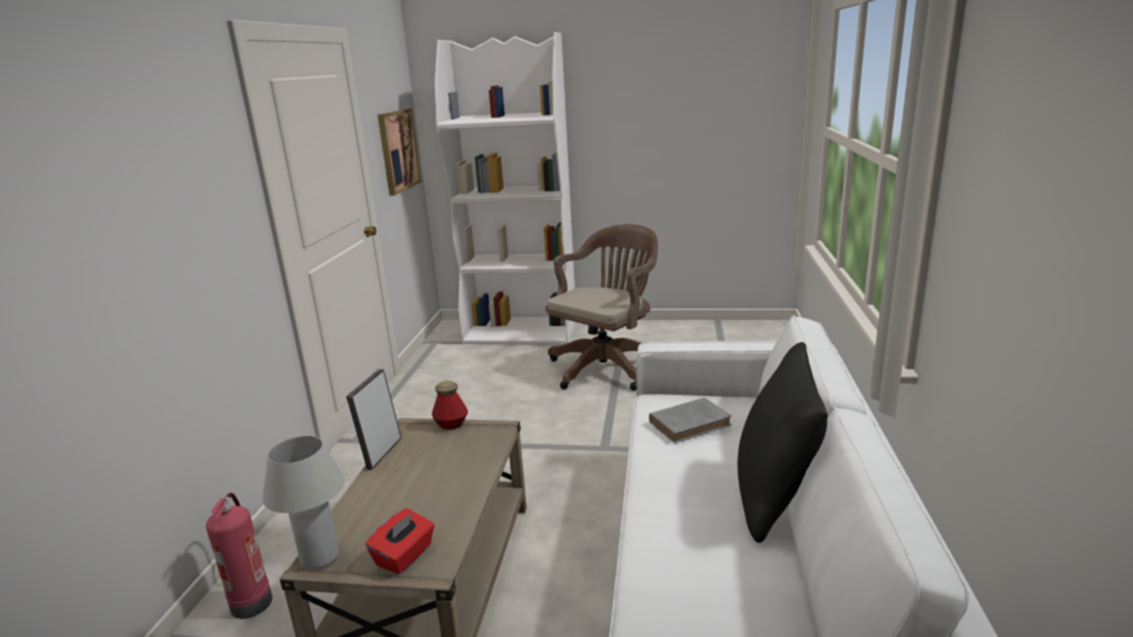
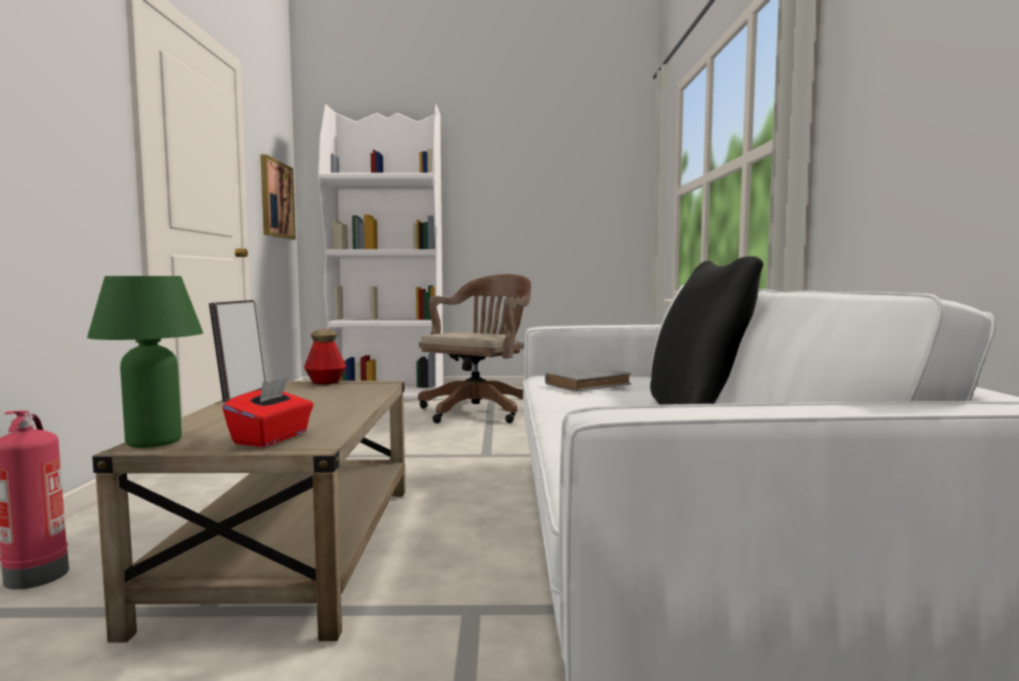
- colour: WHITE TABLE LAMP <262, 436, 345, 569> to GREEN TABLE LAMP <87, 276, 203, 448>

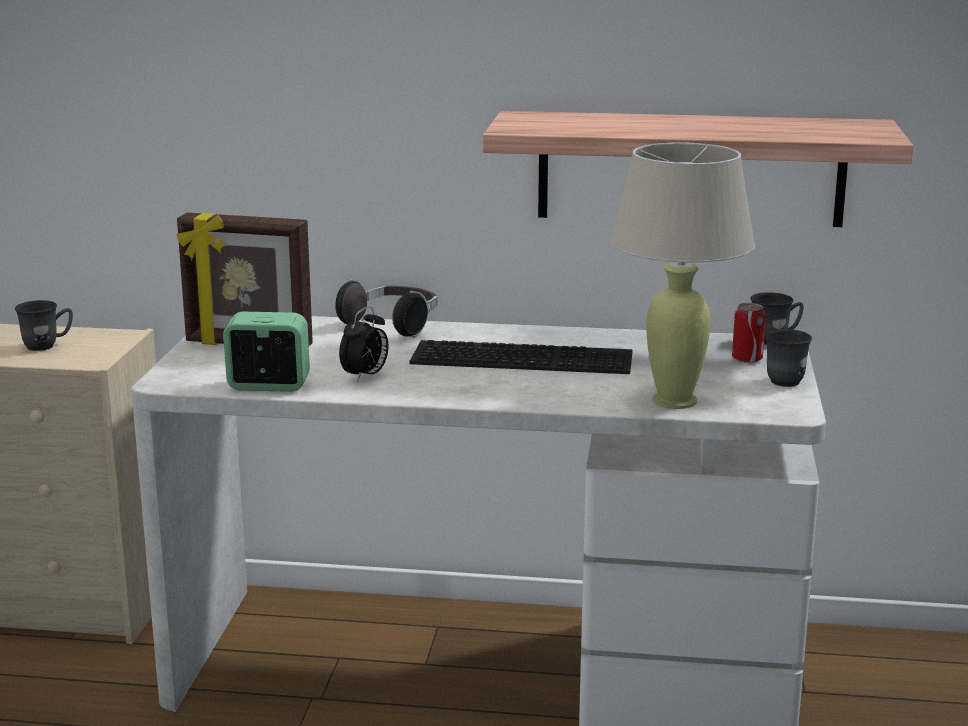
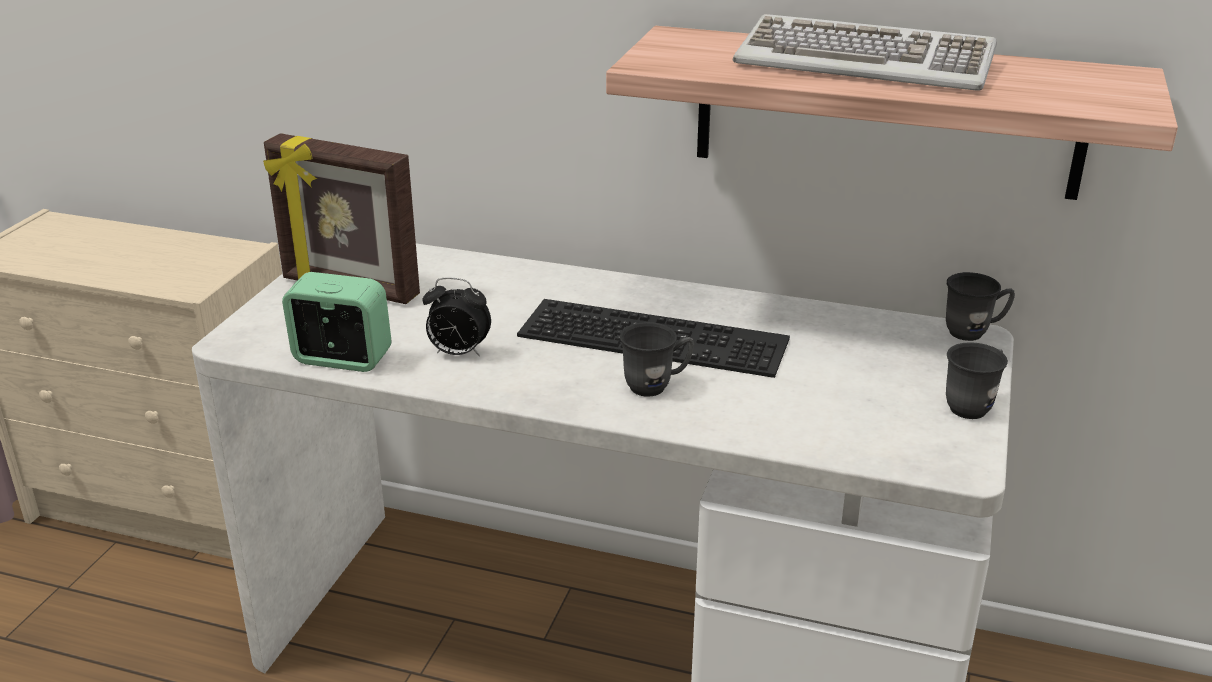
- missing: HEADPHONES <335, 279, 437, 338>
- missing: BEIGE TABLE LAMP <610, 142, 755, 409>
- missing: CAN <732, 303, 766, 363>
- appeared: KEYBOARD <732, 14, 997, 90>
- relocated: GREY MUG <15, 300, 73, 351> to <620, 322, 694, 397>
- spun: ALARM CLOCK <339, 307, 388, 382> = <423, 277, 491, 357> 60 degrees clockwise

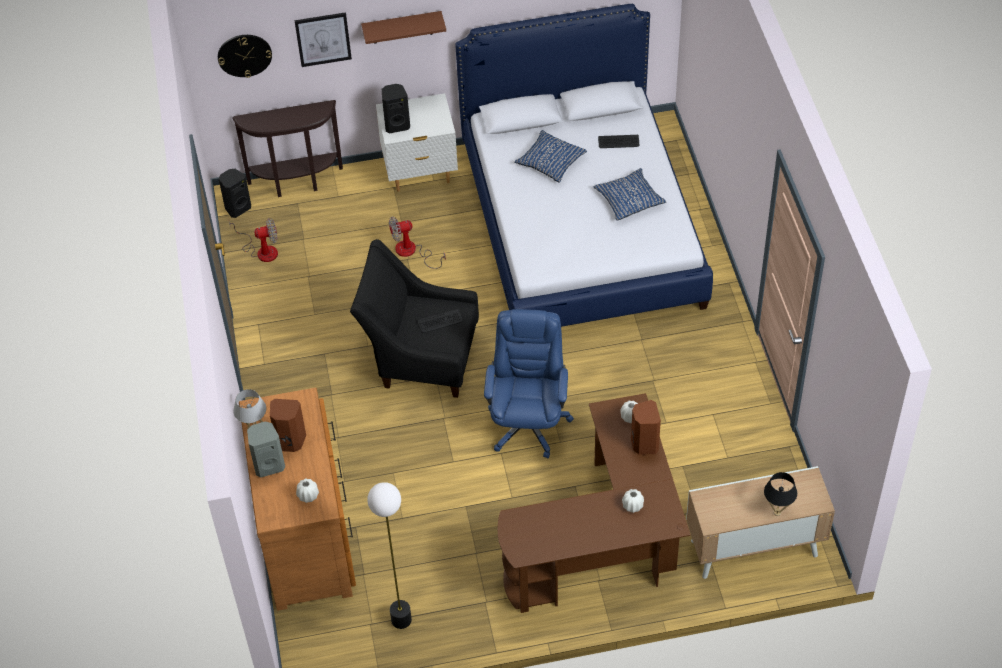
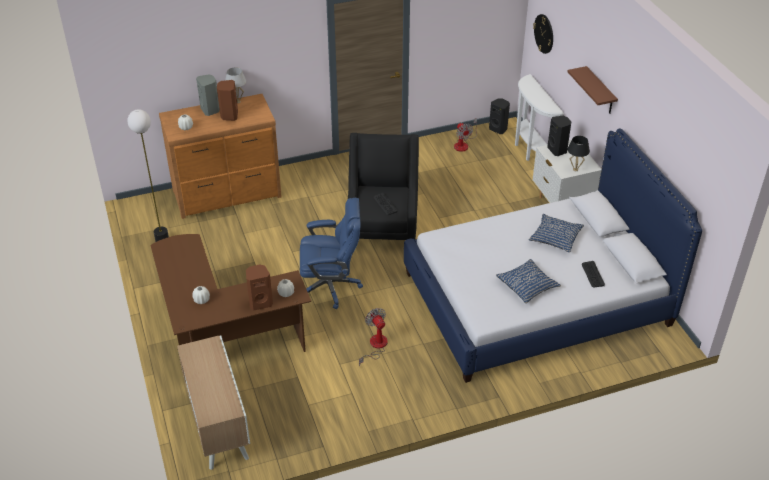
- missing: PICTURE <294, 12, 352, 67>
- relocated: FAN <389, 217, 446, 269> to <359, 308, 388, 366>
- relocated: BLACK TABLE LAMP <764, 472, 797, 516> to <568, 136, 590, 171>
- colour: BROWN CONSOLE TABLE <232, 100, 343, 197> to WHITE CONSOLE TABLE <515, 74, 564, 161>

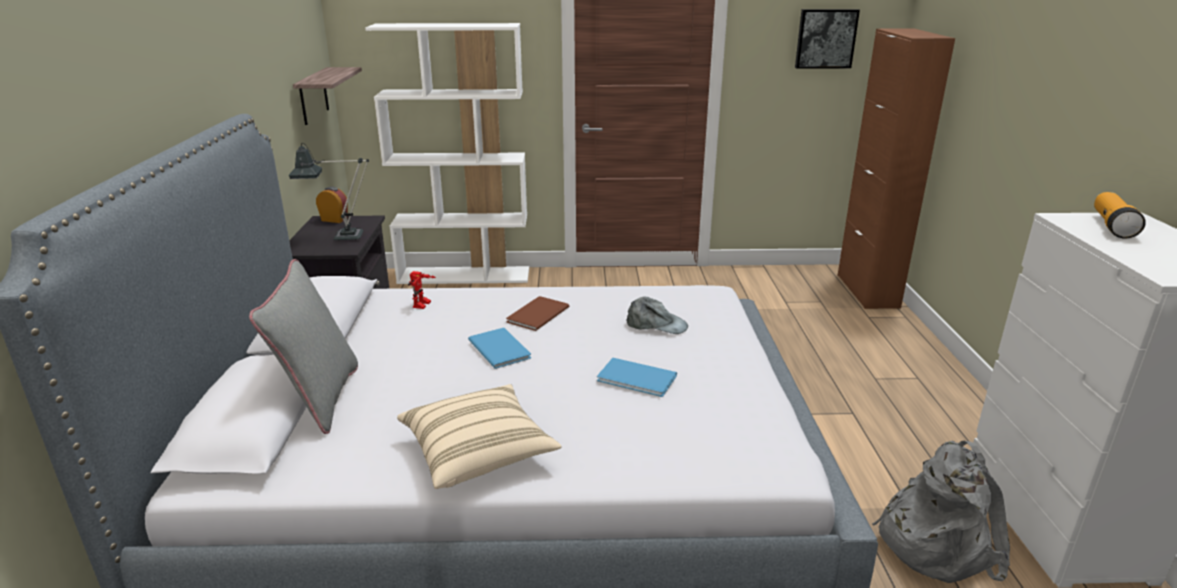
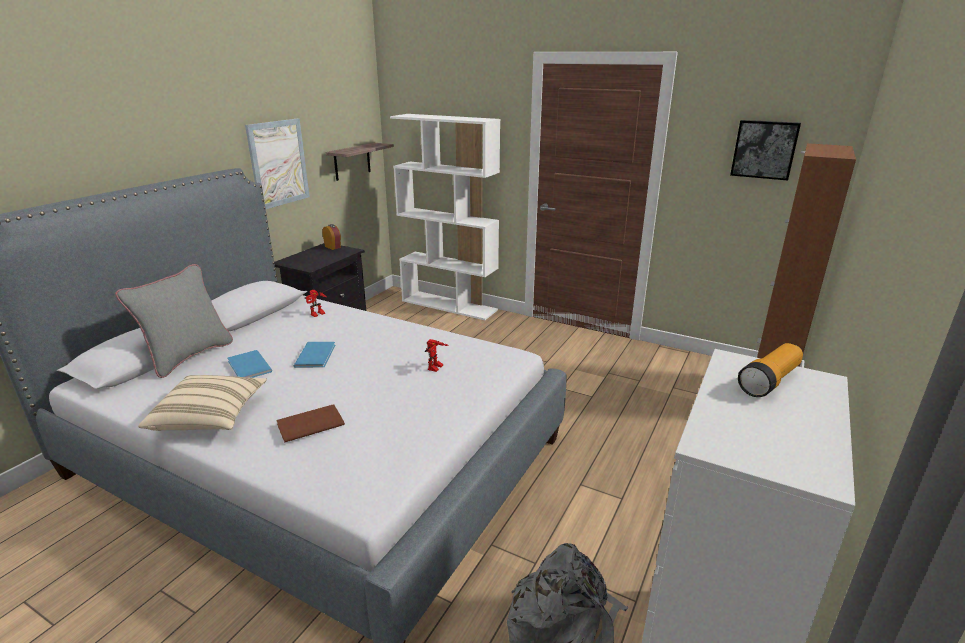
- missing: TABLE LAMP <289, 143, 369, 241>
- appeared: PICTURE <245, 118, 310, 209>
- relocated: BROWN BOOK <506, 296, 569, 331> to <277, 405, 345, 443>
- relocated: BLUE BOOK <597, 358, 677, 397> to <227, 350, 272, 378>
- exchanged: GREY CAP <626, 296, 688, 334> to TOY ROBOT <425, 339, 449, 372>

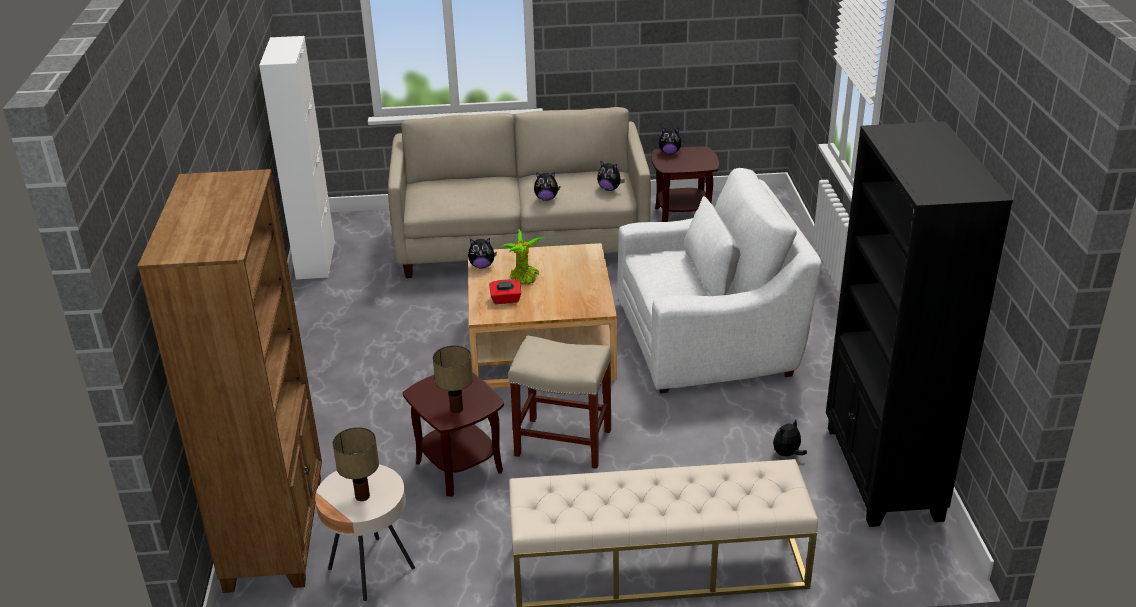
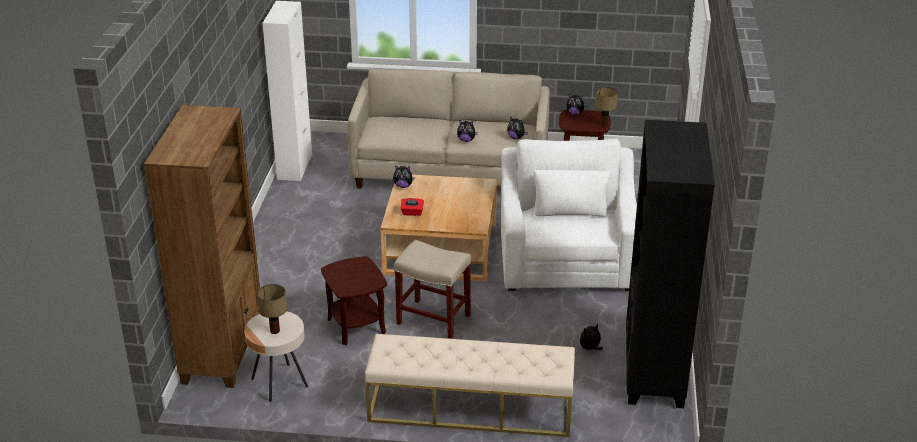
- missing: POTTED PLANT <500, 229, 543, 284>
- relocated: TABLE LAMP <433, 346, 473, 413> to <595, 87, 618, 127>
- spun: WHITE ARMCHAIR <617, 168, 822, 393> = <501, 139, 637, 291> 90 degrees counterclockwise

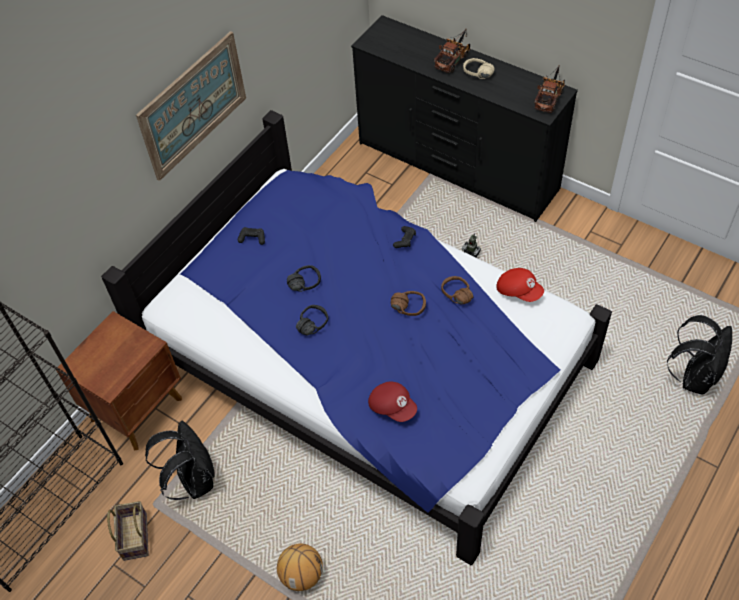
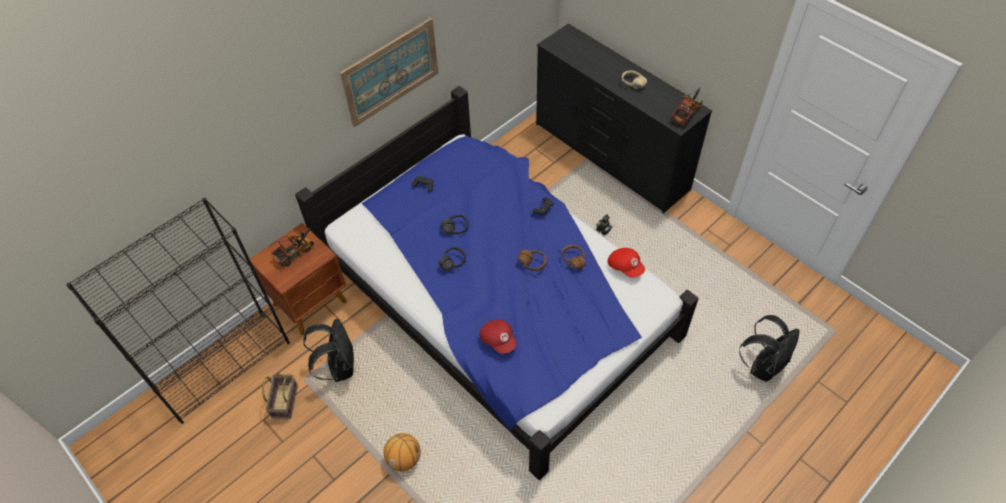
- relocated: TOY TRUCK <434, 29, 470, 73> to <271, 227, 314, 267>

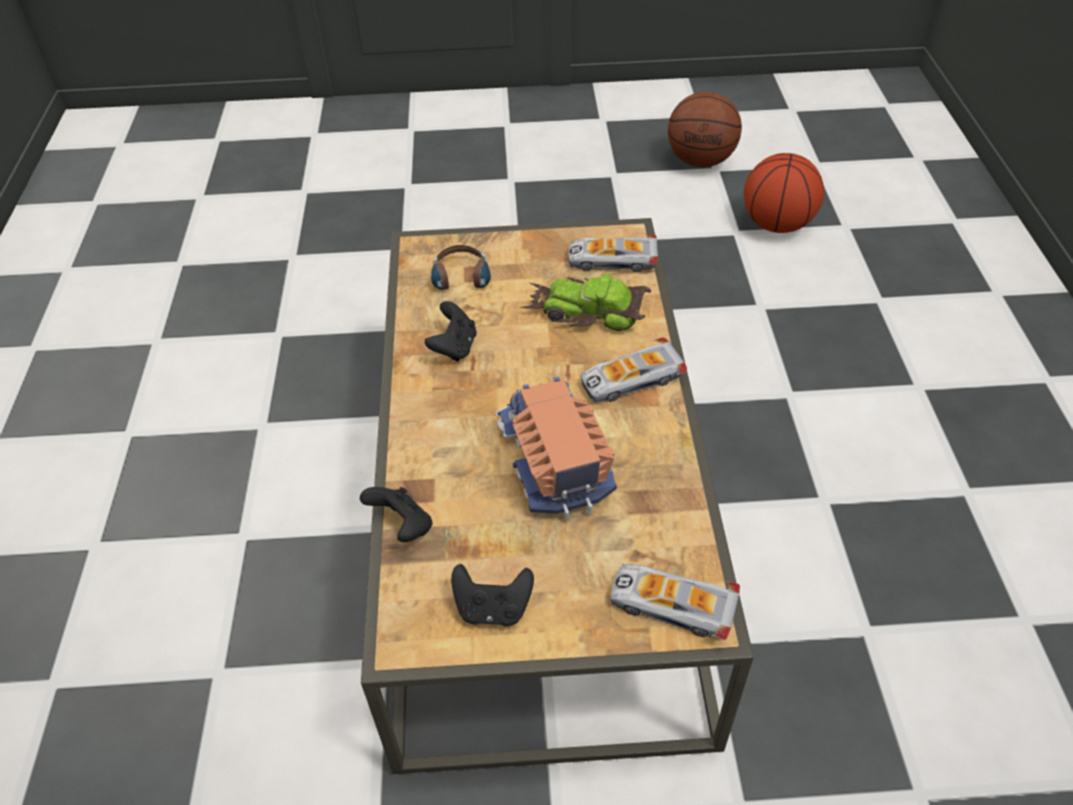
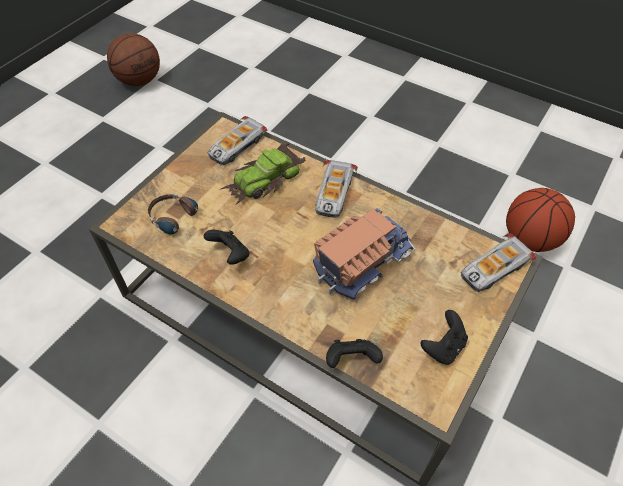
- relocated: BASKETBALL <744, 153, 824, 233> to <506, 188, 575, 252>
- spun: TOY TRUCK <496, 377, 617, 521> = <313, 208, 415, 300> 120 degrees clockwise

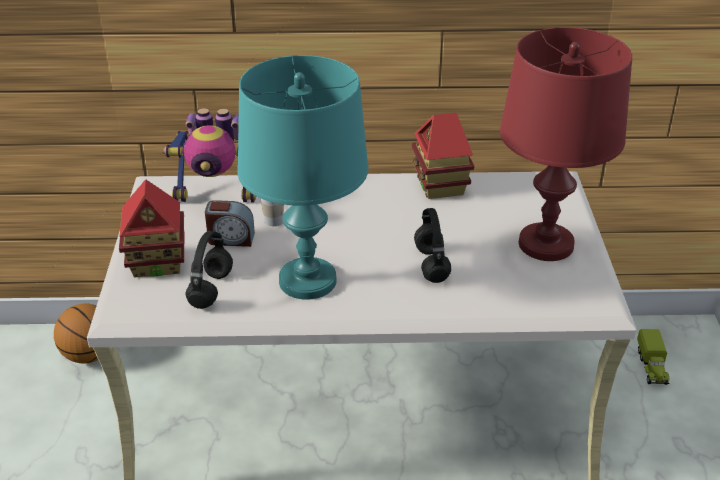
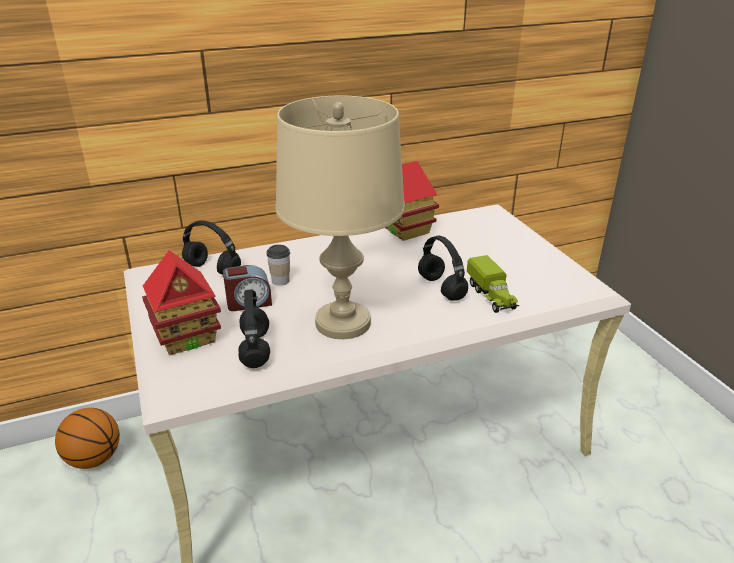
- missing: RED TABLE LAMP <500, 27, 632, 261>
- relocated: TOY TRUCK <637, 329, 670, 385> to <467, 255, 519, 313>
- exchanged: TOY ROBOT <163, 108, 256, 202> to BLACK HEADPHONES <182, 220, 241, 274>
- colour: TURQUOISE TABLE LAMP <238, 55, 369, 300> to BEIGE TABLE LAMP <276, 95, 405, 339>

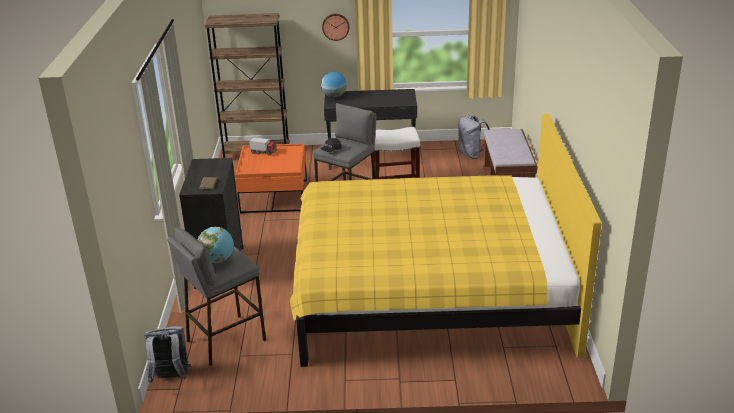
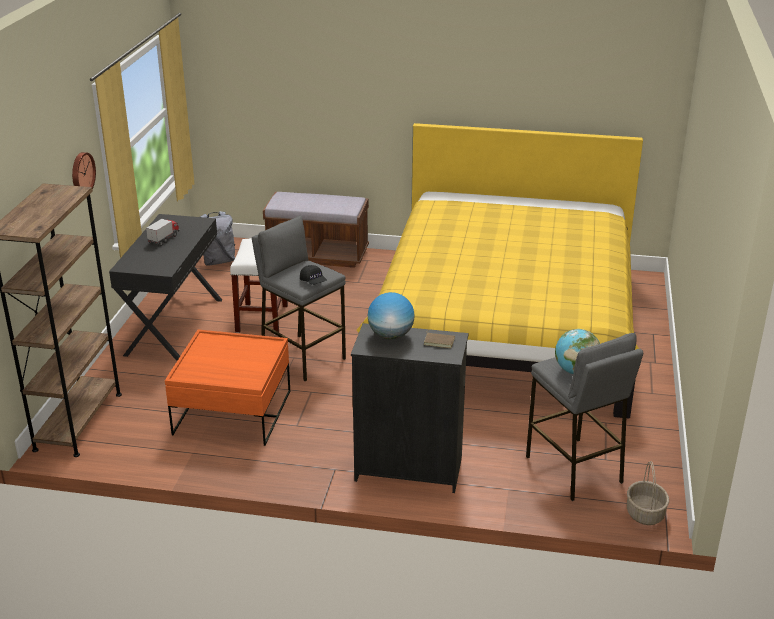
- relocated: TOY TRUCK <249, 137, 277, 156> to <146, 219, 180, 246>
- relocated: GLOBE <321, 72, 347, 98> to <368, 292, 415, 339>
- exchanged: GREY BACKPACK <144, 326, 191, 383> to BASKET <627, 461, 669, 525>

